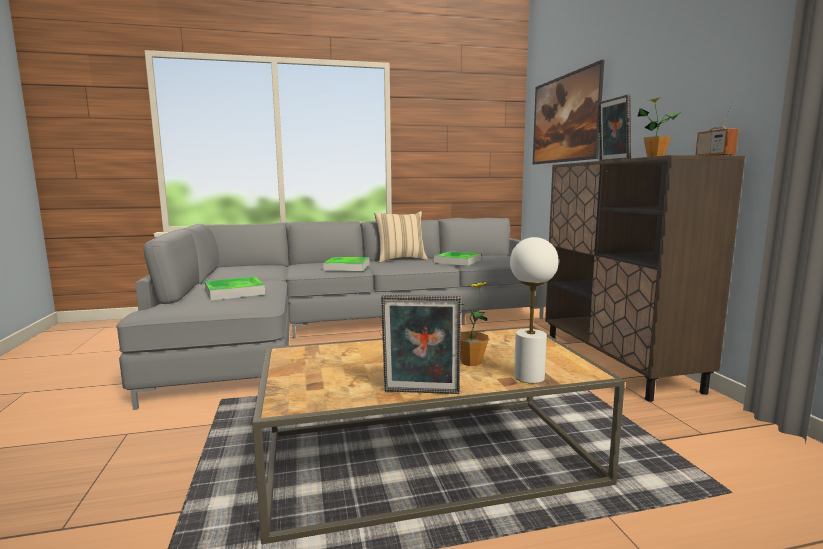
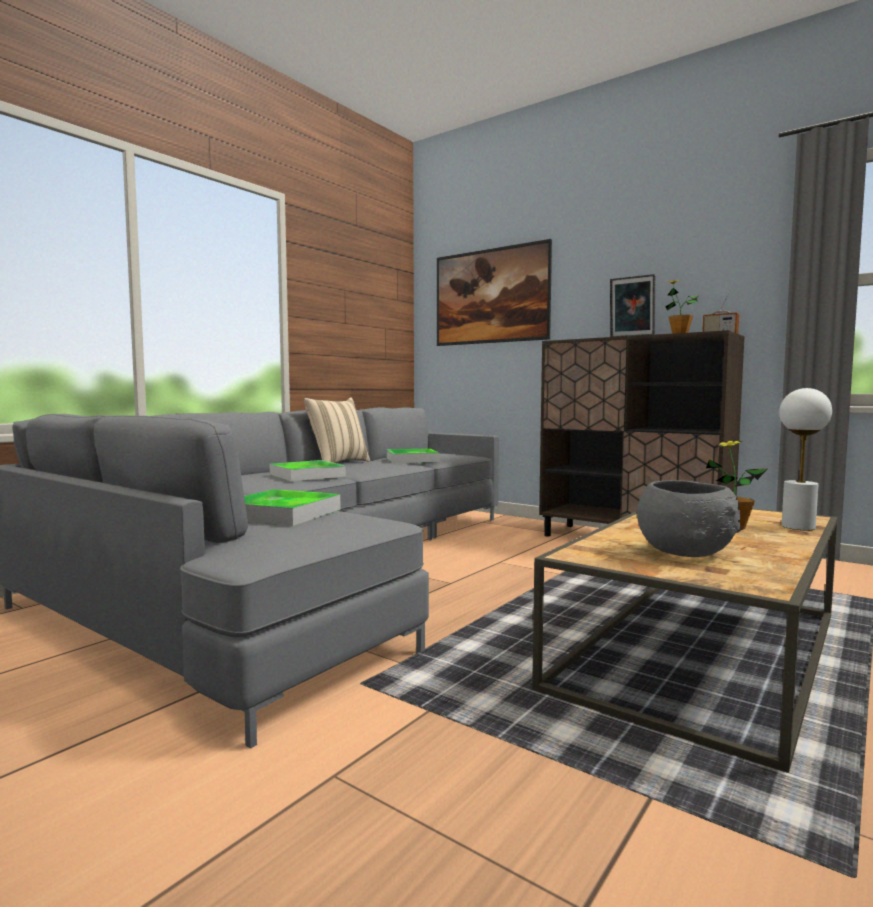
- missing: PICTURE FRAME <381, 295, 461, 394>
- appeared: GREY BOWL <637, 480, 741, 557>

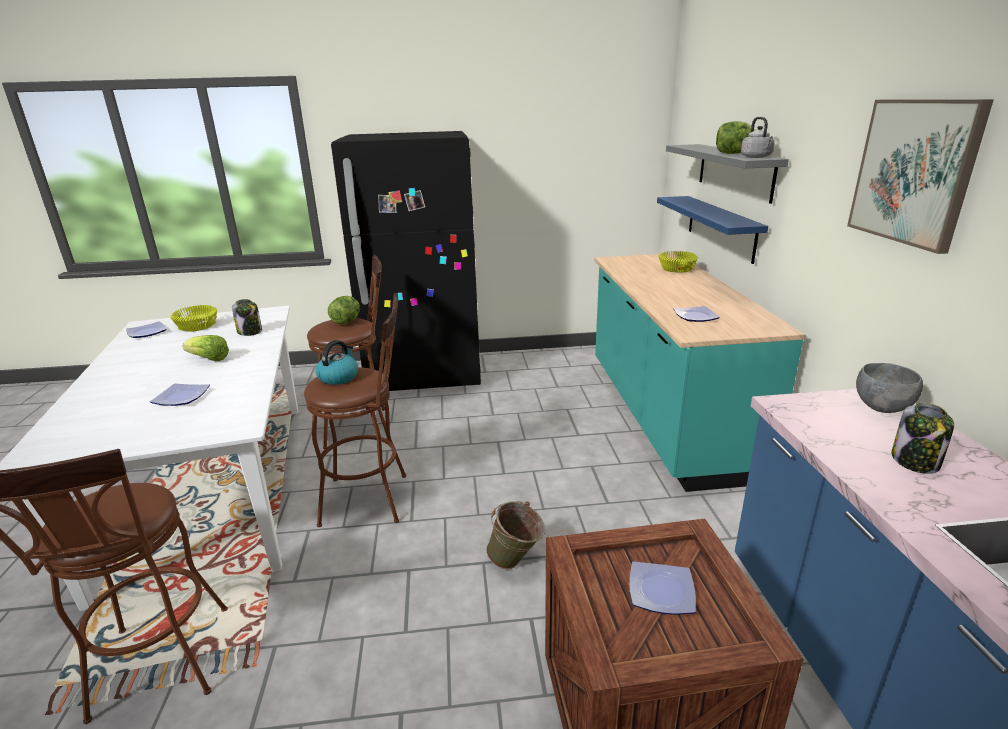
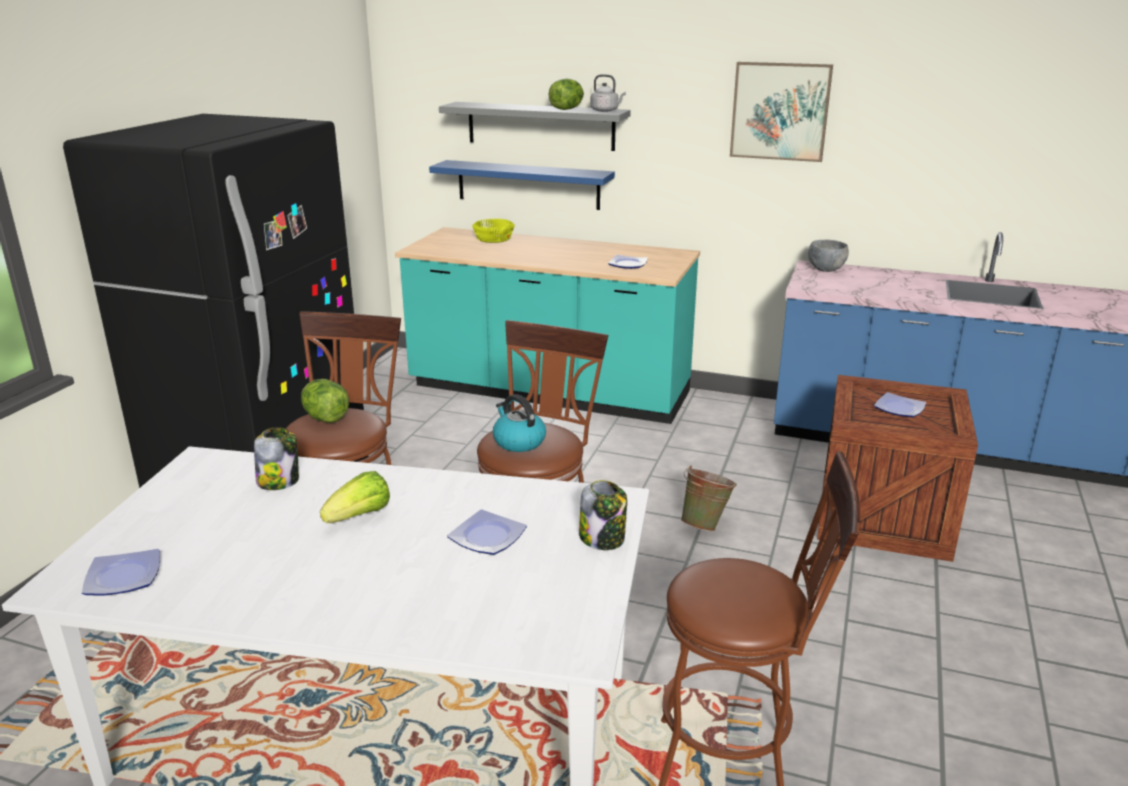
- missing: YELLOW BOWL <170, 305, 217, 332>
- relocated: JAR <892, 403, 954, 474> to <579, 480, 627, 550>

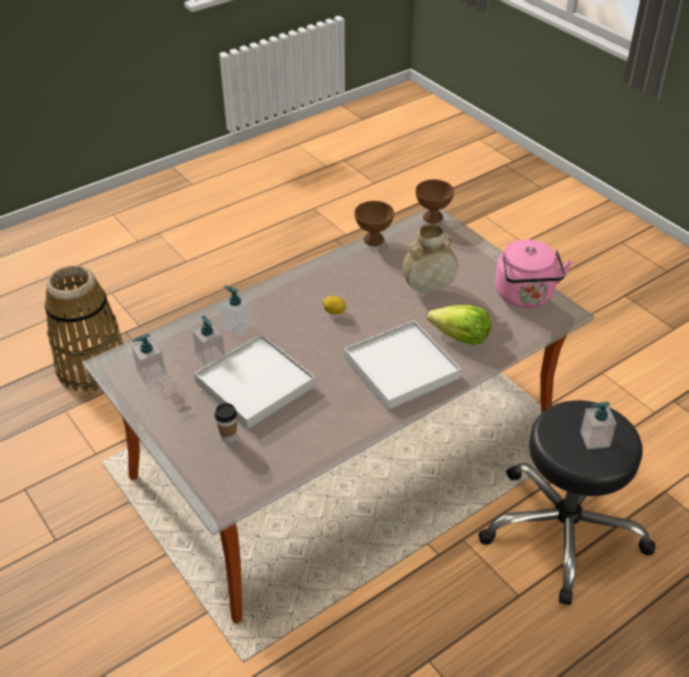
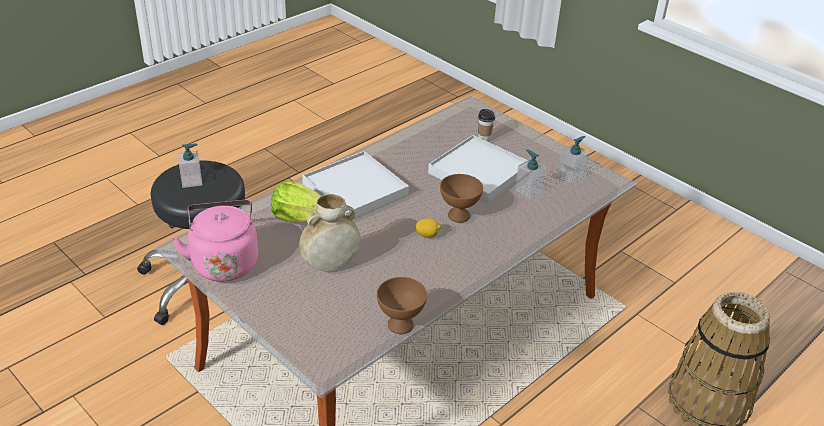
- missing: SOAP DISPENSER <220, 285, 253, 336>
- relocated: BROWN BOWL <415, 179, 454, 223> to <440, 174, 483, 223>

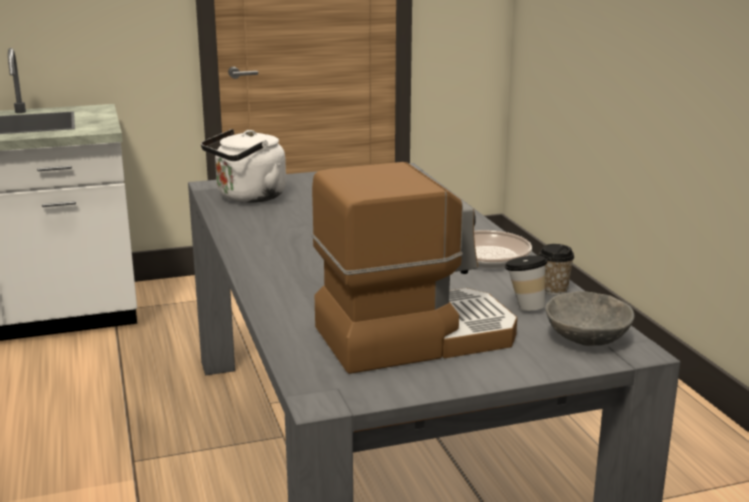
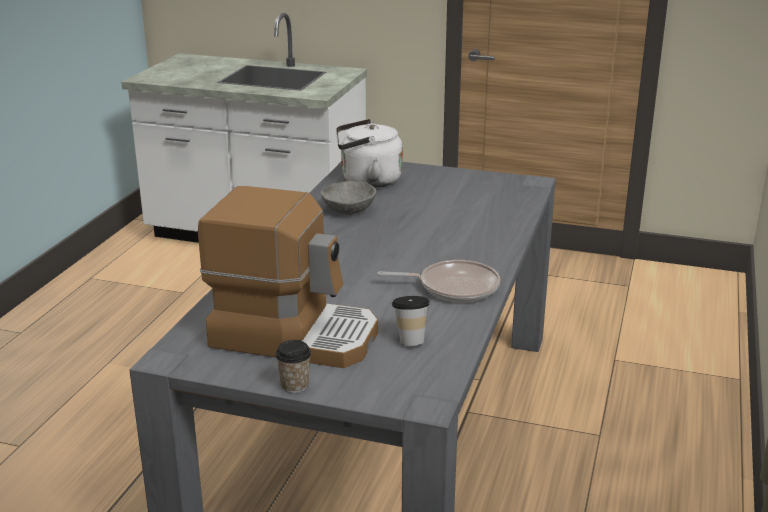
- relocated: CUP <539, 244, 574, 295> to <275, 340, 311, 393>
- relocated: GREY BOWL <546, 291, 635, 346> to <321, 181, 376, 215>

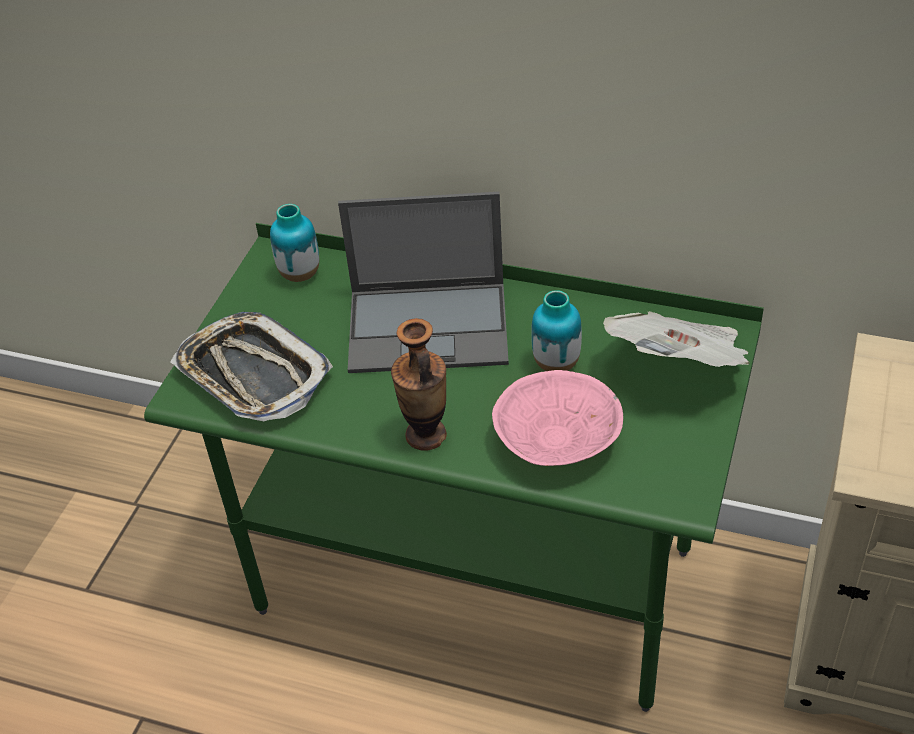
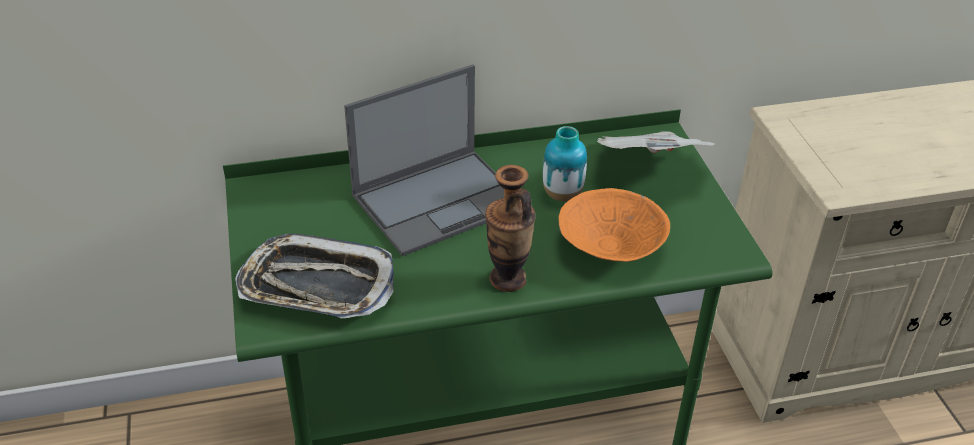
- missing: VASE <270, 204, 319, 282>
- colour: PINK BOWL <492, 370, 623, 466> to ORANGE BOWL <558, 188, 670, 262>

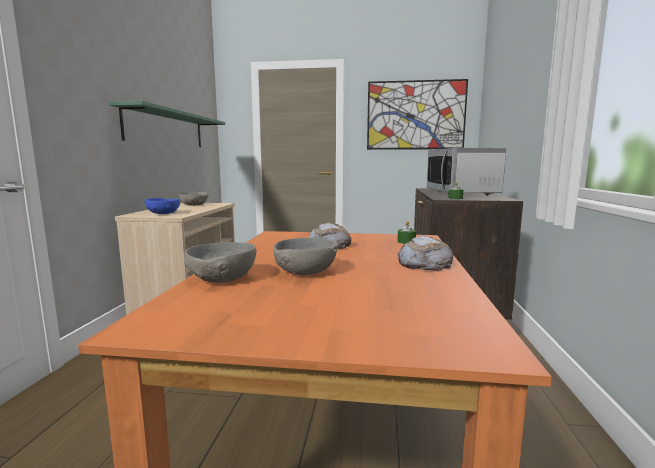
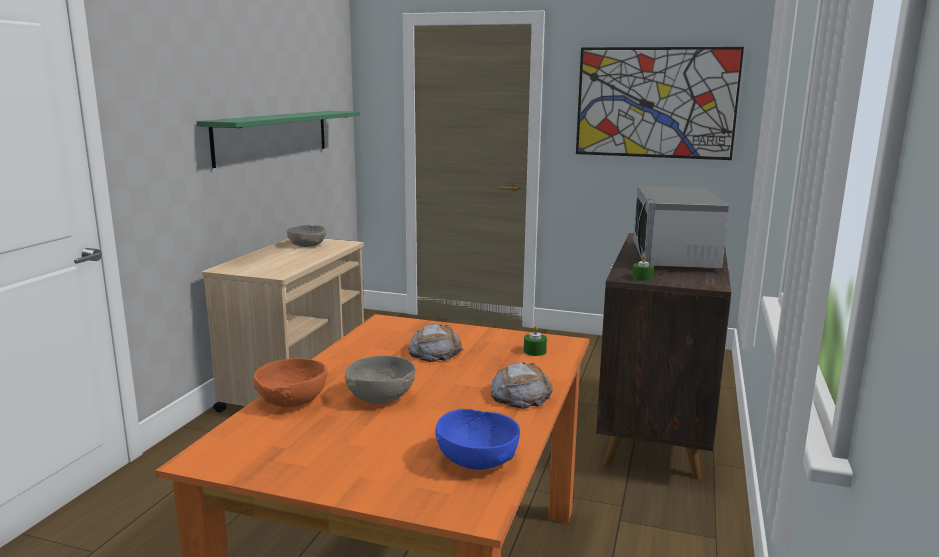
- relocated: BLUE BOWL <144, 198, 180, 214> to <435, 409, 520, 470>
- colour: GREY BOWL <184, 242, 257, 283> to ORANGE BOWL <253, 358, 328, 408>

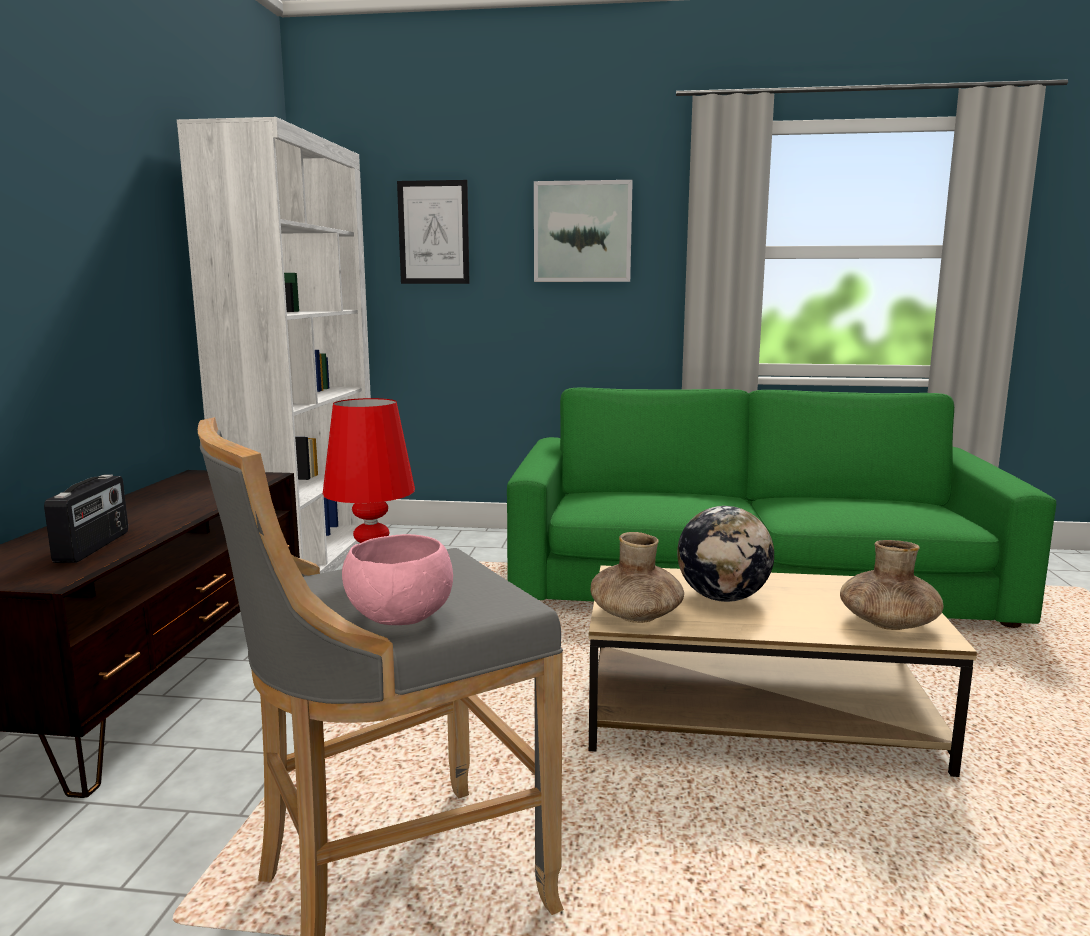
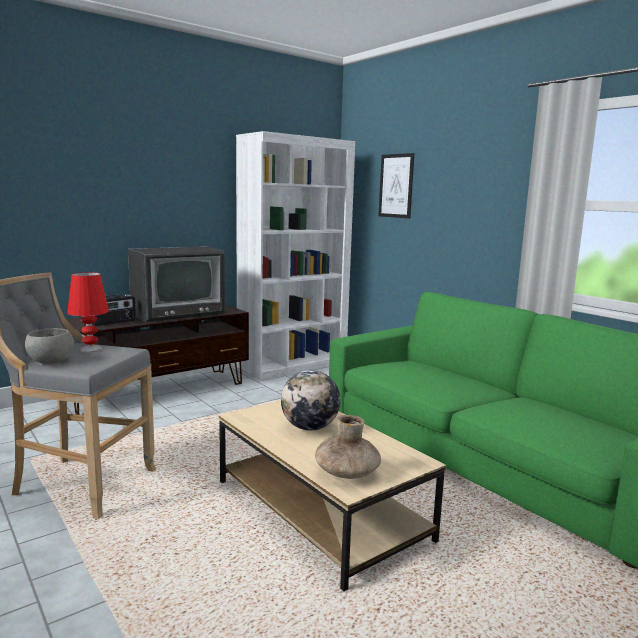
- missing: PICTURE <534, 180, 633, 282>
- missing: BROWN VASE <591, 532, 684, 623>
- appeared: TELEVISION <128, 246, 225, 322>
- colour: PINK BOWL <342, 534, 453, 625> to GREY BOWL <25, 328, 74, 364>

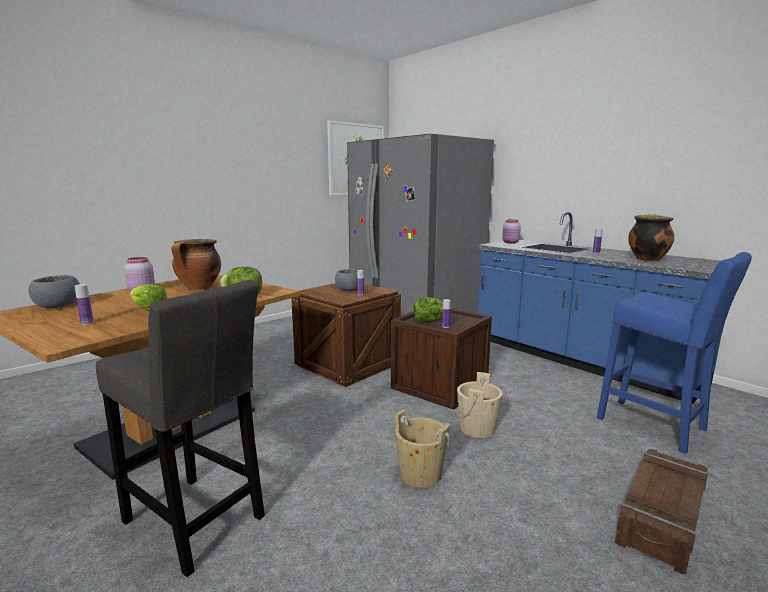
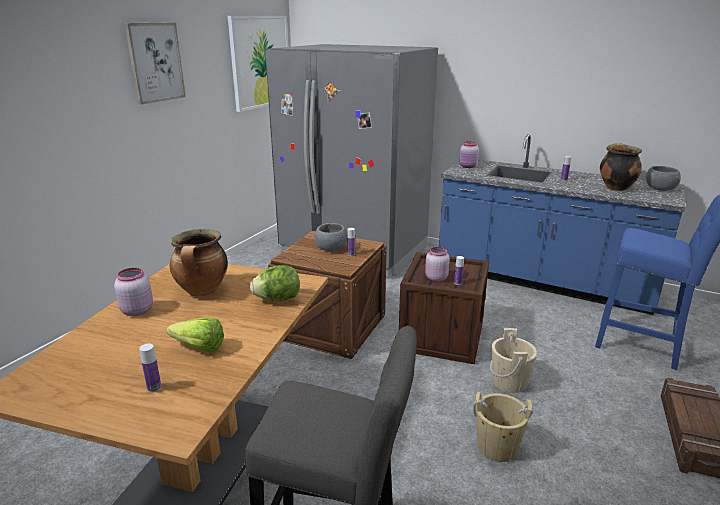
- appeared: PICTURE <125, 22, 186, 104>
- relocated: GREY BOWL <28, 275, 80, 308> to <646, 166, 681, 191>
- exchanged: LETTUCE <413, 297, 443, 323> to PINK JAR <425, 247, 450, 282>

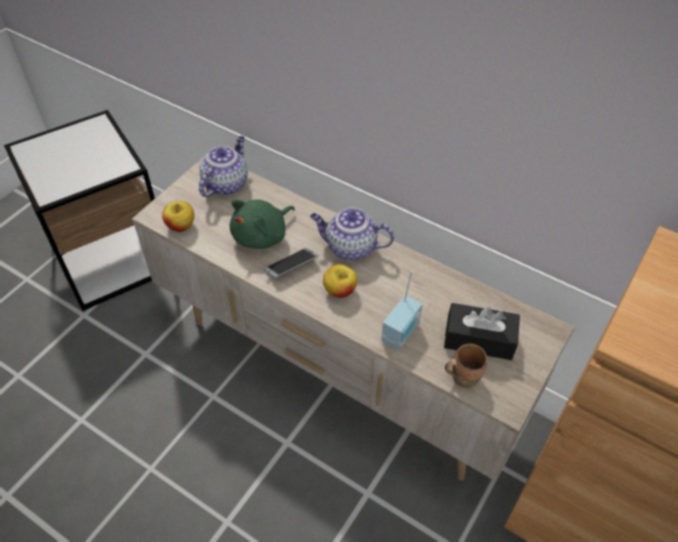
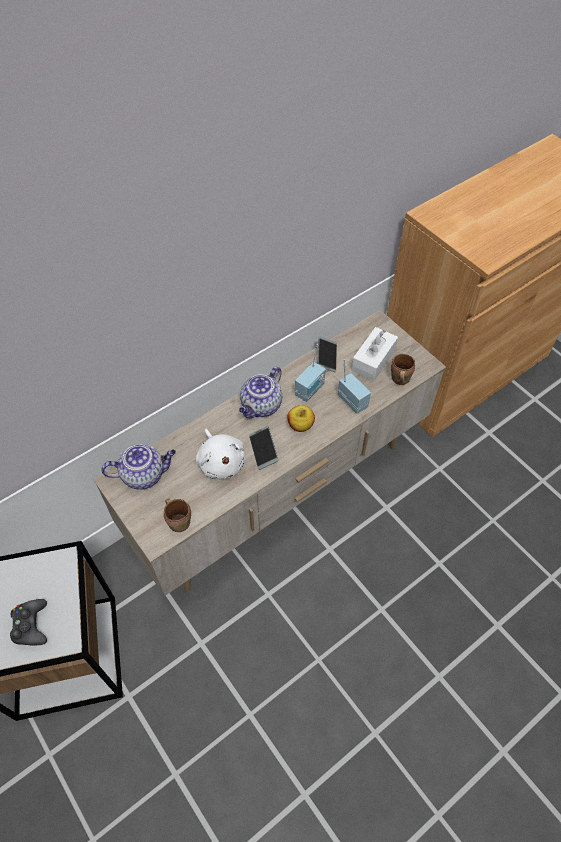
- appeared: BLACK GAME CONTROLLER <10, 599, 47, 645>
- appeared: RADIO <295, 344, 326, 402>
- appeared: PHONE <318, 336, 337, 372>
- exchanged: APPLE <162, 201, 194, 232> to BROWN MUG <164, 499, 191, 532>
- colour: GREEN PLUSH TOY <230, 200, 295, 249> to WHITE PLUSH TOY <195, 428, 246, 479>
- colour: BLACK TISSUE BOX <444, 303, 520, 360> to WHITE TISSUE BOX <351, 327, 398, 381>
- spun: TEAPOT <199, 136, 248, 197> = <101, 444, 176, 490> 120 degrees clockwise

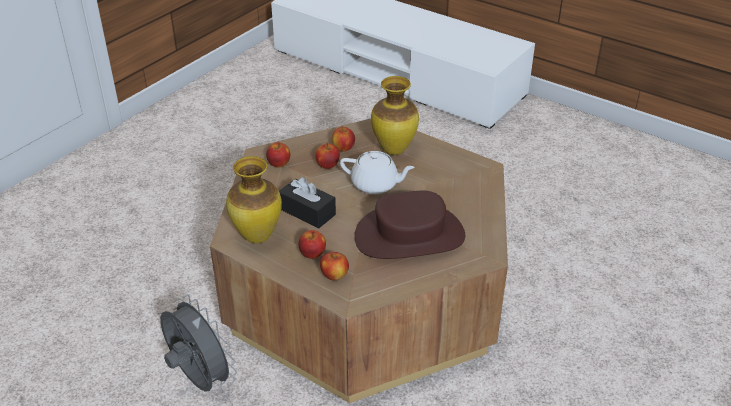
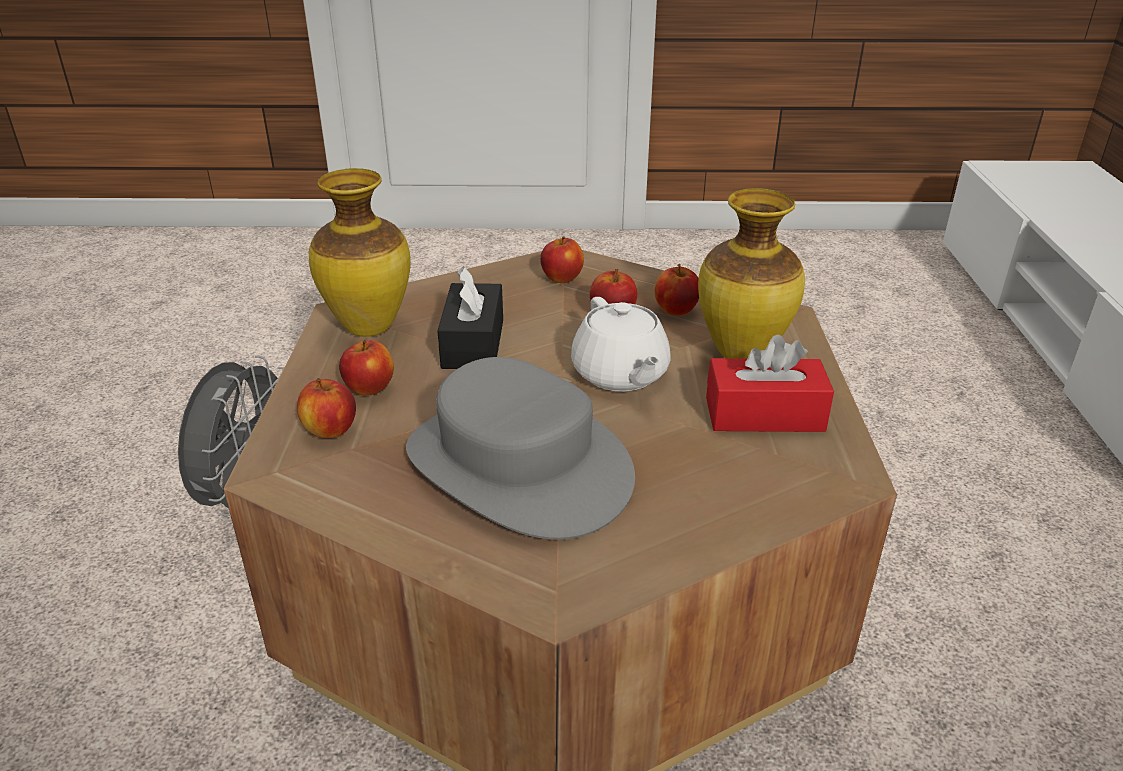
- appeared: RED TISSUE BOX <706, 335, 834, 432>
- colour: BROWN HAT <354, 191, 465, 259> to GREY HAT <406, 357, 635, 540>

